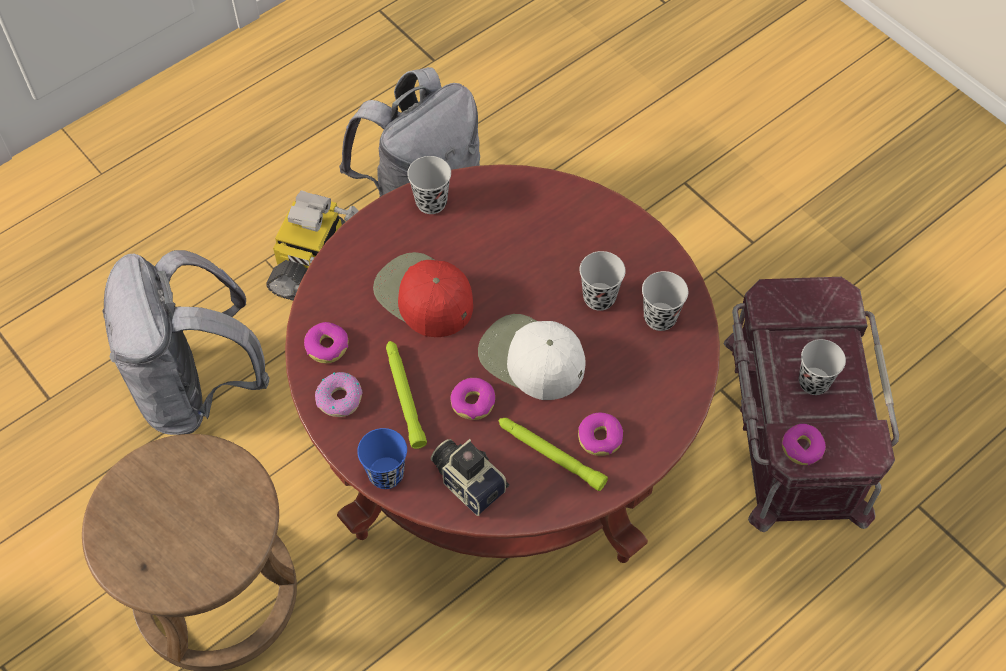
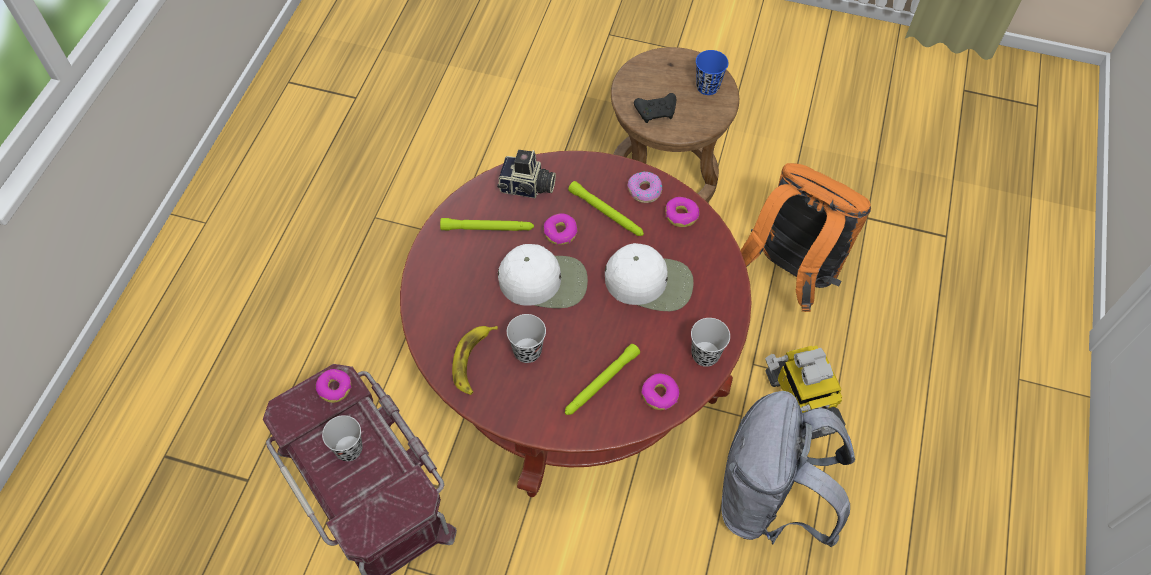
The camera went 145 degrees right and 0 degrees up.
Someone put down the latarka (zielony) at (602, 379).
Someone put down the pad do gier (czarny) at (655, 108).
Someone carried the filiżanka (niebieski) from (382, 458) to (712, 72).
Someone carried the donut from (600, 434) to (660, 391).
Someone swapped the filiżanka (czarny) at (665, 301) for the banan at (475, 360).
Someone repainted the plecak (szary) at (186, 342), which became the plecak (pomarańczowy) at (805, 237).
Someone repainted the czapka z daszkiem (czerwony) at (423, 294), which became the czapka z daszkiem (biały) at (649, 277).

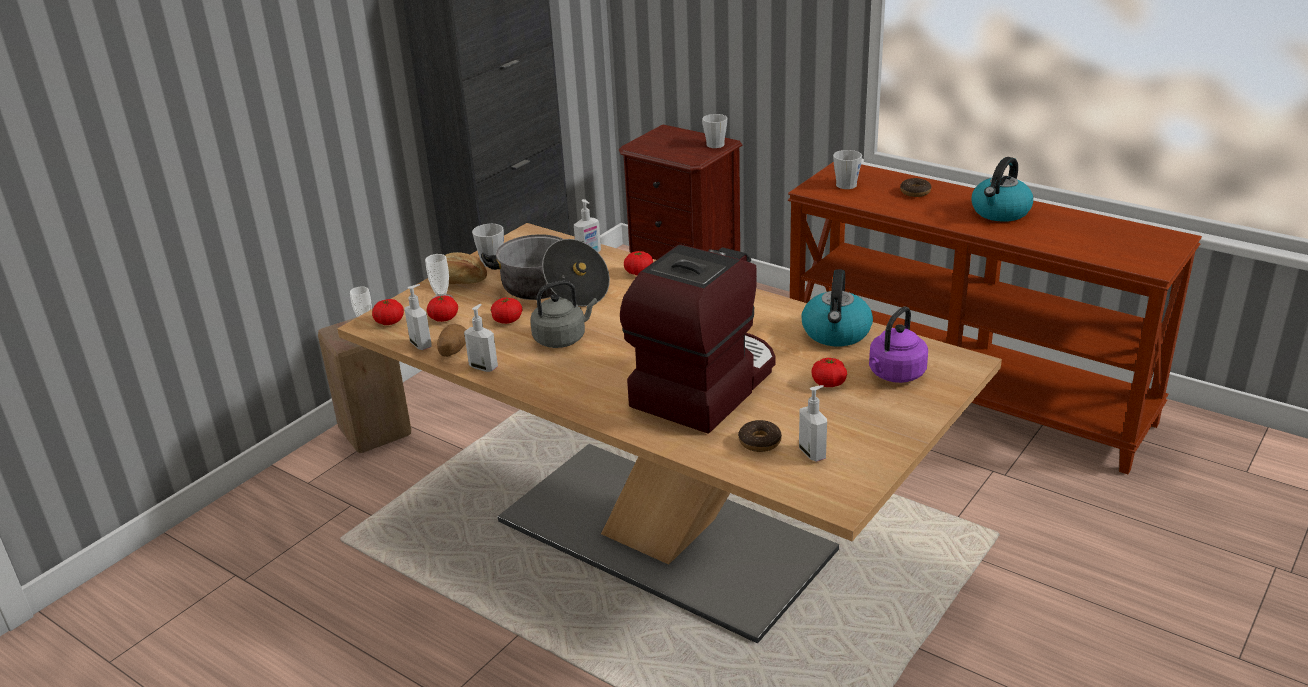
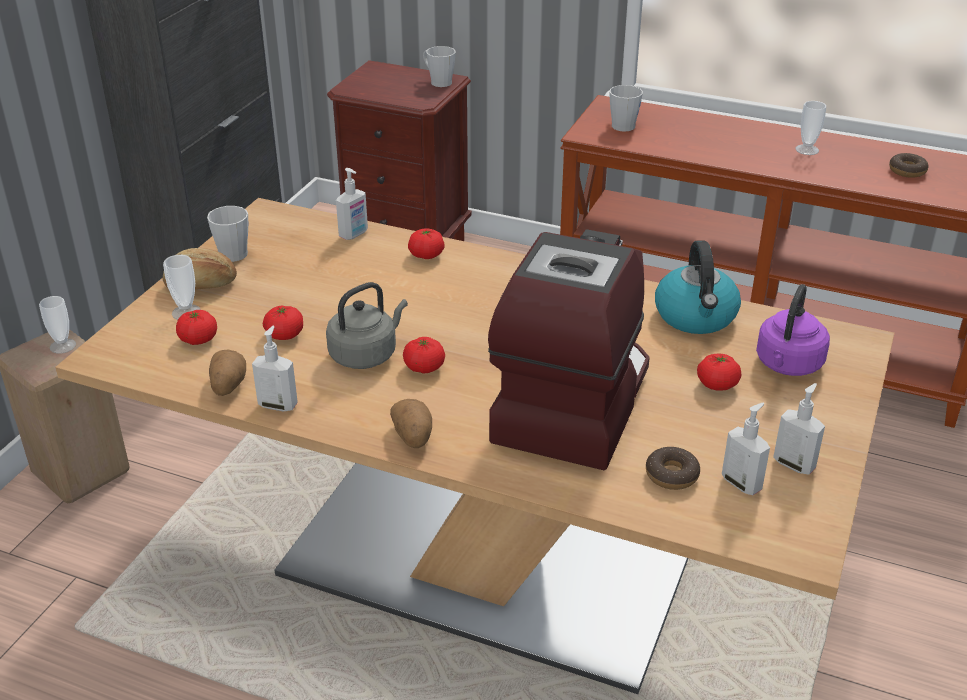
The camera went 15 degrees left and 5 degrees up.
Someone took away the garnek at (545, 270).
Someone put down the ziemniak at (411, 423).
Someone carried the pomidor from (388, 312) to (424, 355).
Someone carried the dozownik mydła from (418, 317) to (799, 429).
Someone carried the donut from (915, 187) to (909, 165).
Someone swapped the czajnik at (1002, 189) for the filiżanka at (811, 128).

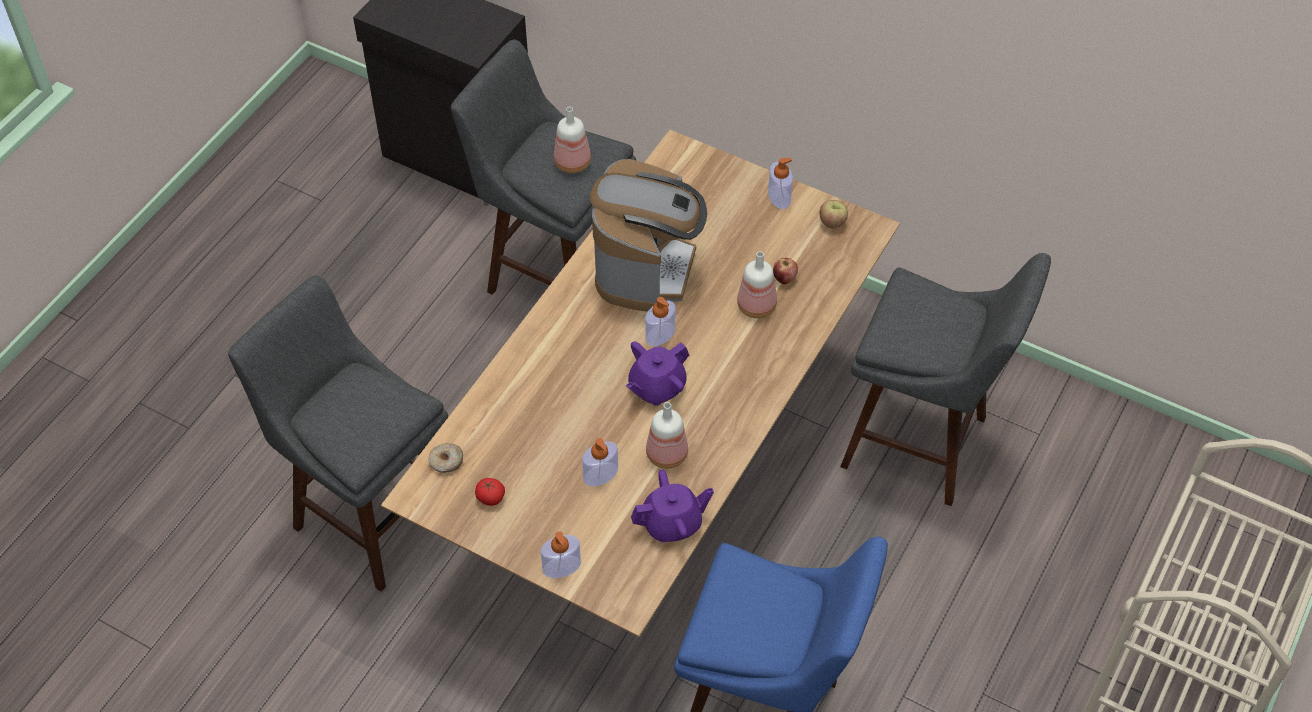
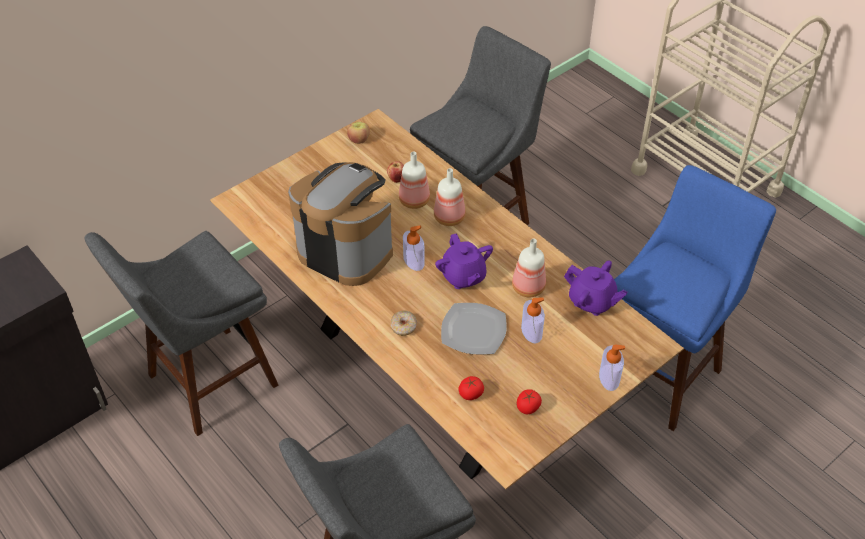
The camera went 70 degrees left and 5 degrees down.
Someone took away the dozownik mydła at (780, 183).
Someone put down the talerz at (474, 329).
Someone put down the pomidor at (471, 388).
Someone carried the donut from (445, 458) to (404, 323).
Someone carried the butelka from (572, 140) to (450, 197).
Someone rotated the imbryk (fioletowy) at (672, 506) by 120 degrees clockwise.

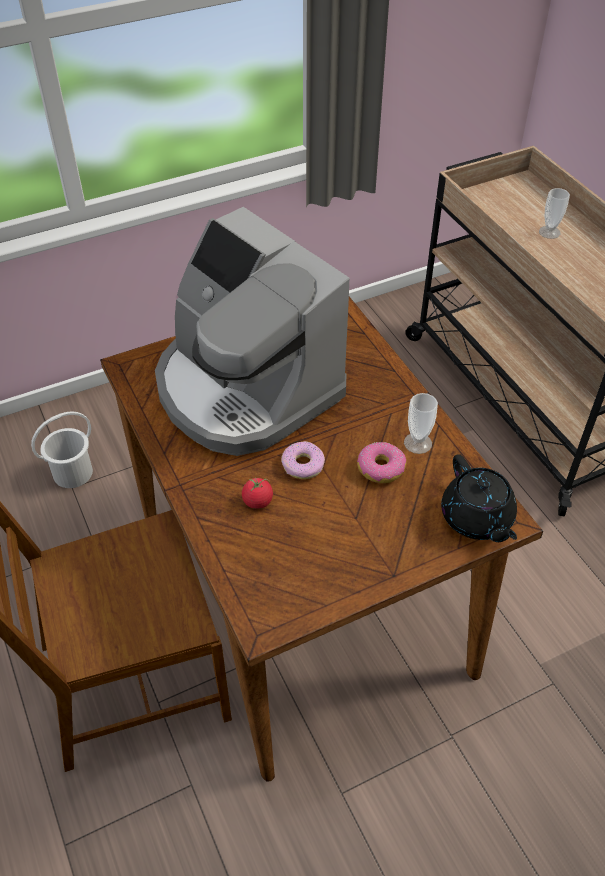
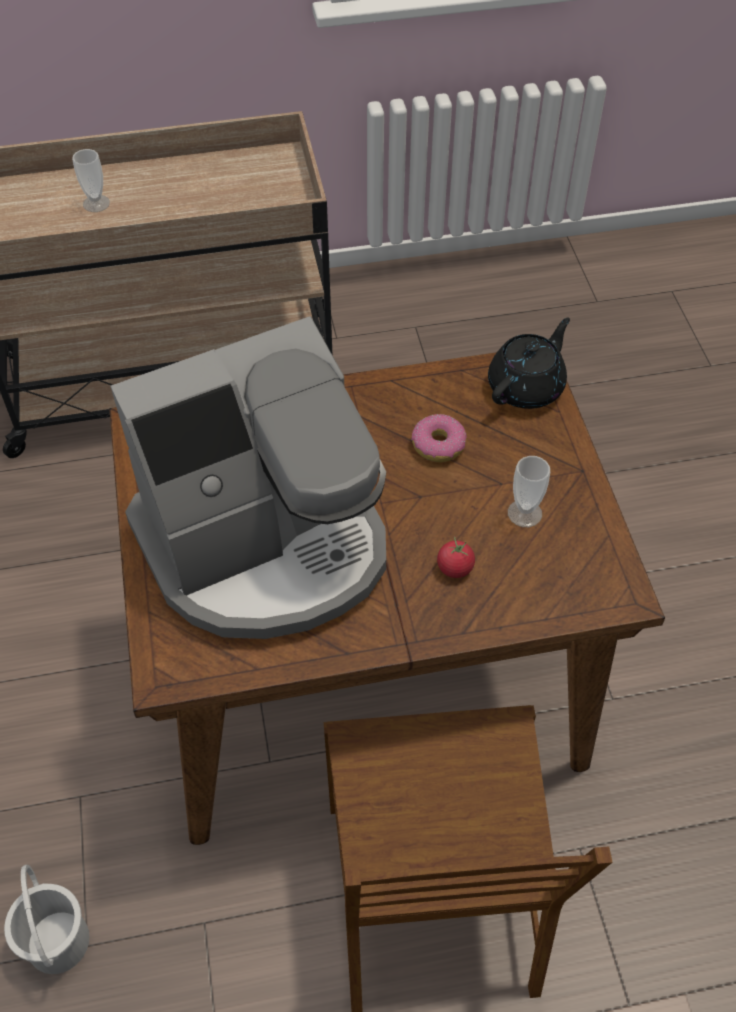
The camera went 75 degrees left and 5 degrees up.
Someone took away the donut at (303, 460).
Someone carried the filiżanka from (421, 423) to (529, 491).
Someone rotated the imbryk (czarny) at (479, 498) by 45 degrees counterclockwise.

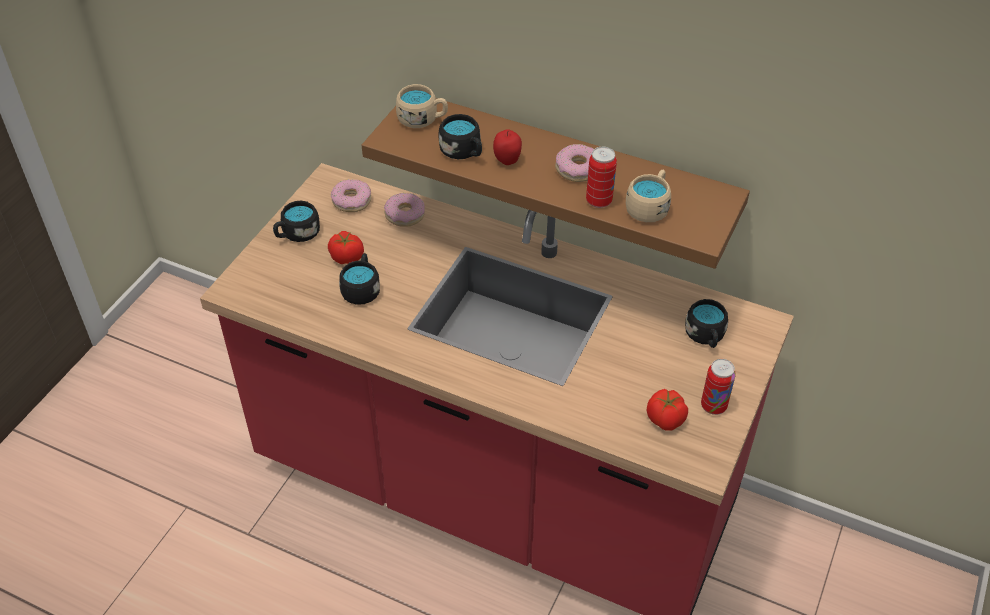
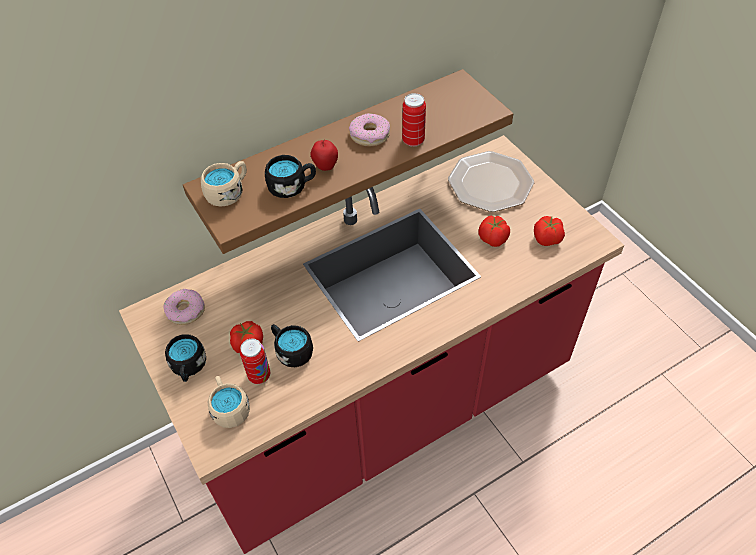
The camera went 55 degrees left and 5 degrees up.
Someone took away the donut at (404, 210).
Someone put down the pomidor at (494, 231).
Someone carried the kubek (beżowy) from (648, 196) to (229, 402).
Someone carried the puszka from (718, 387) to (255, 361).
Someone swapped the kubek (czarny) at (706, 323) for the talerz at (491, 181).

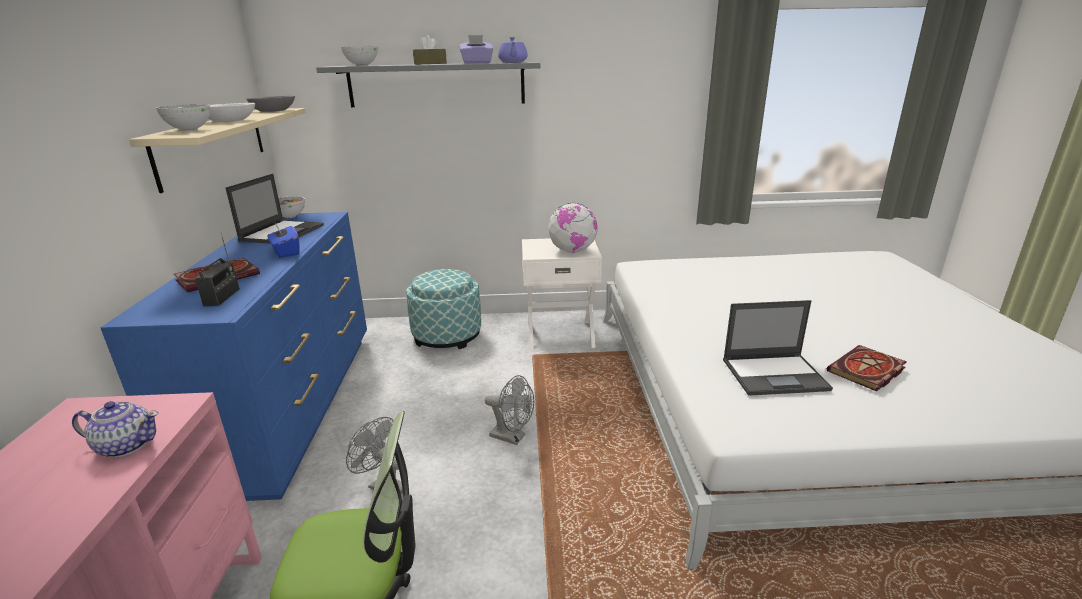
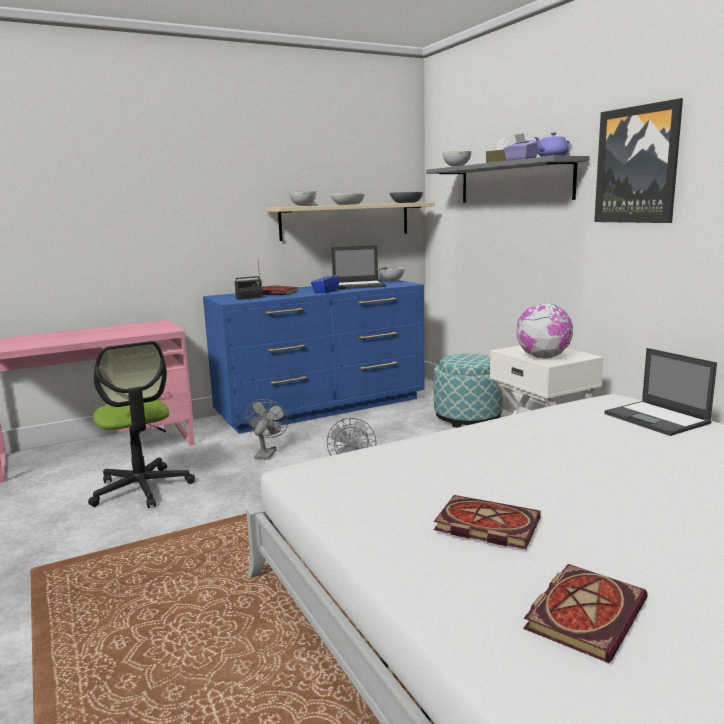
The camera went 65 degrees right and 10 degrees down.
Someone took away the imbryk at (115, 429).
Someone put down the książka at (585, 613).
Someone put up the obraz at (638, 160).
Someone carried the laptop from (778, 348) to (660, 392).

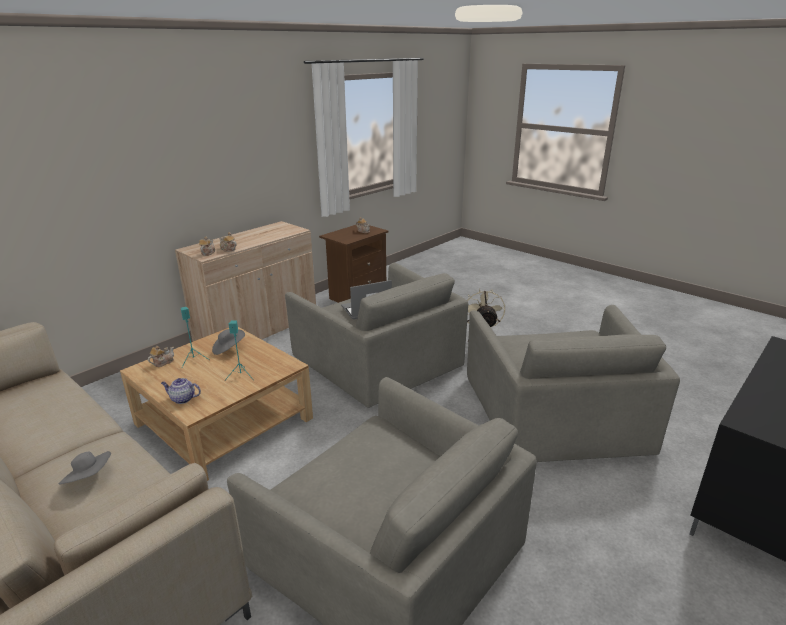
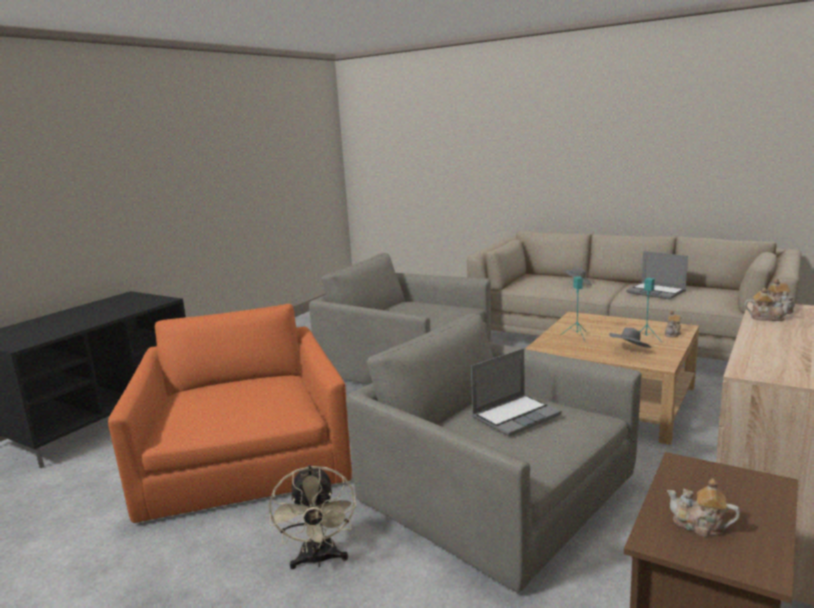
The camera went 170 degrees right and 10 degrees down.
Someone took away the imbryk at (181, 391).
Someone put down the laptop at (657, 275).
Someone repainted the fotel (szary) at (573, 383), which became the fotel (pomarańczowy) at (230, 413).

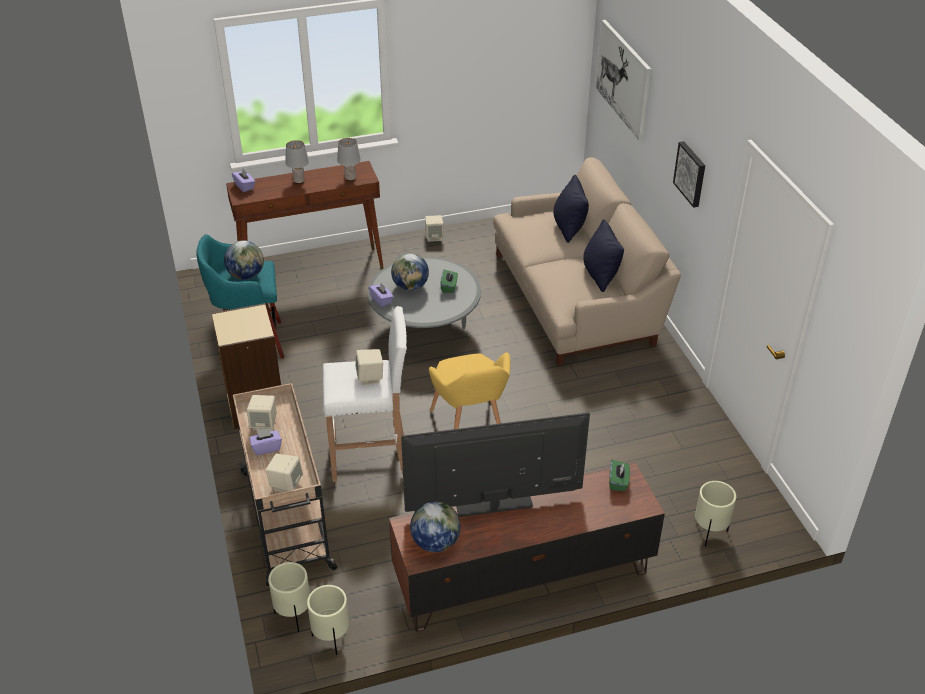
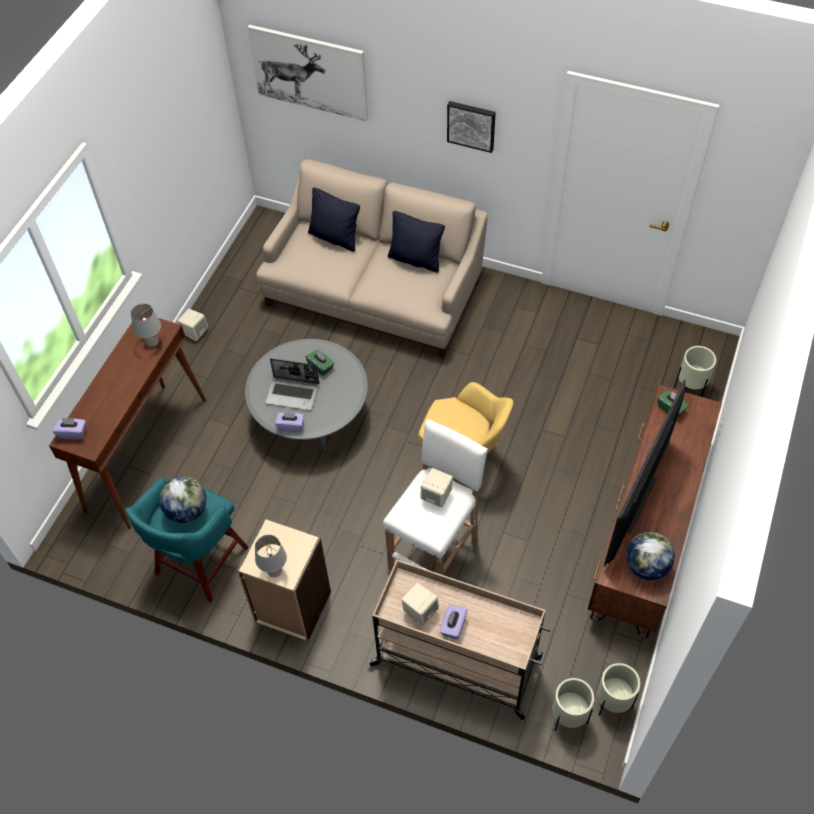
The camera went 50 degrees left and 15 degrees up.
Someone took away the głośnik (beżowy) at (284, 473).
Someone carried the lampa stołowa (szary) from (297, 162) to (271, 556).
Someone swapped the globus at (410, 272) for the laptop at (292, 384).

